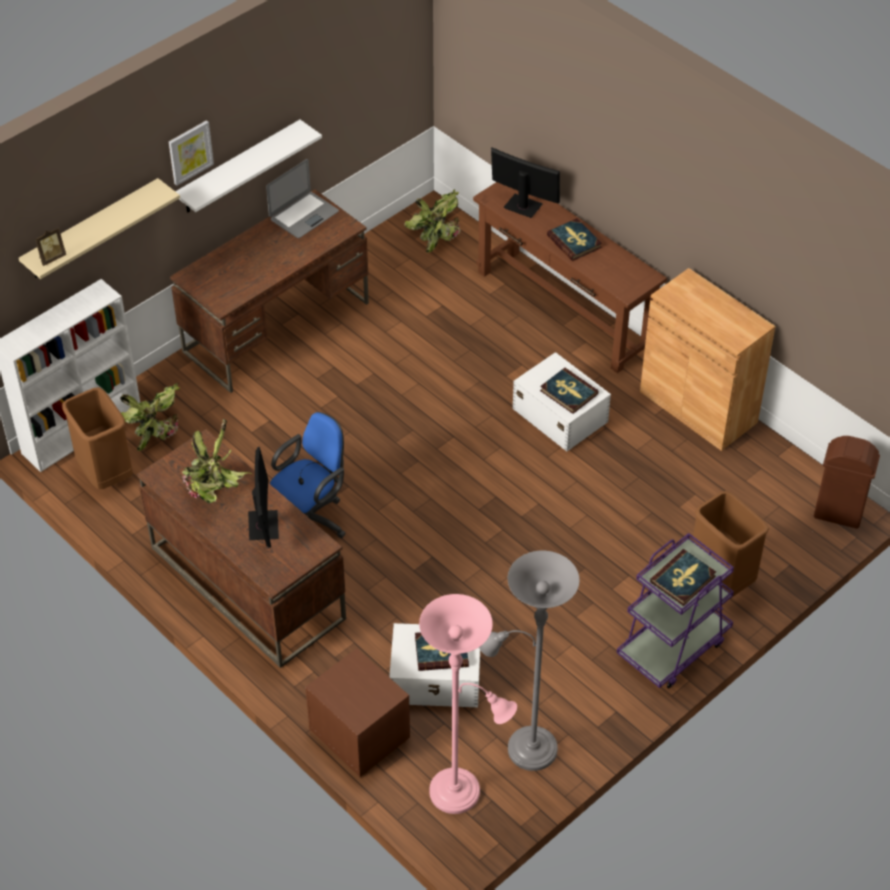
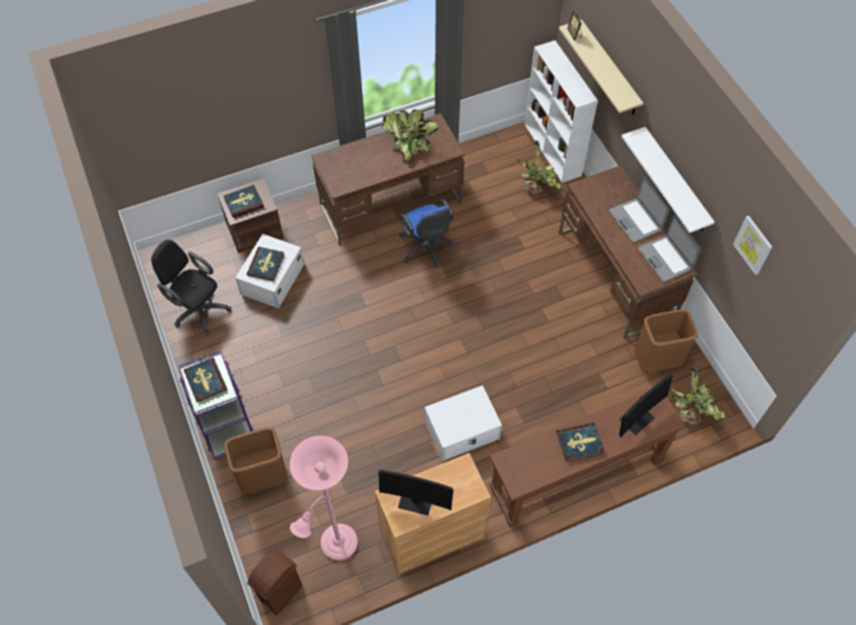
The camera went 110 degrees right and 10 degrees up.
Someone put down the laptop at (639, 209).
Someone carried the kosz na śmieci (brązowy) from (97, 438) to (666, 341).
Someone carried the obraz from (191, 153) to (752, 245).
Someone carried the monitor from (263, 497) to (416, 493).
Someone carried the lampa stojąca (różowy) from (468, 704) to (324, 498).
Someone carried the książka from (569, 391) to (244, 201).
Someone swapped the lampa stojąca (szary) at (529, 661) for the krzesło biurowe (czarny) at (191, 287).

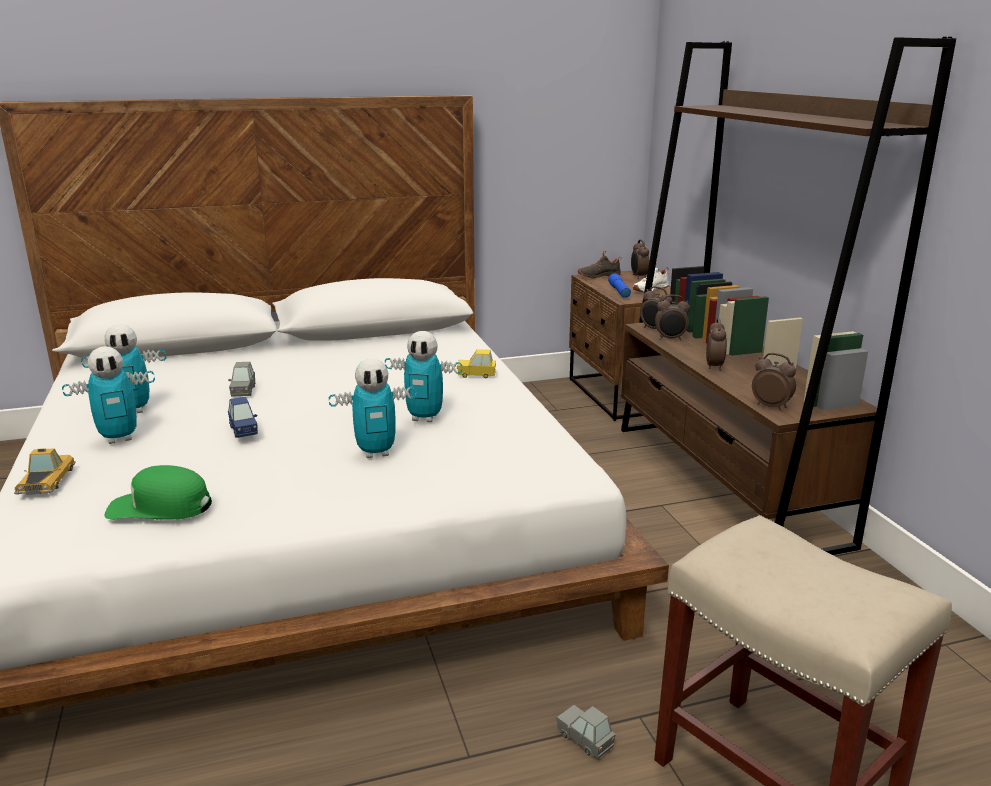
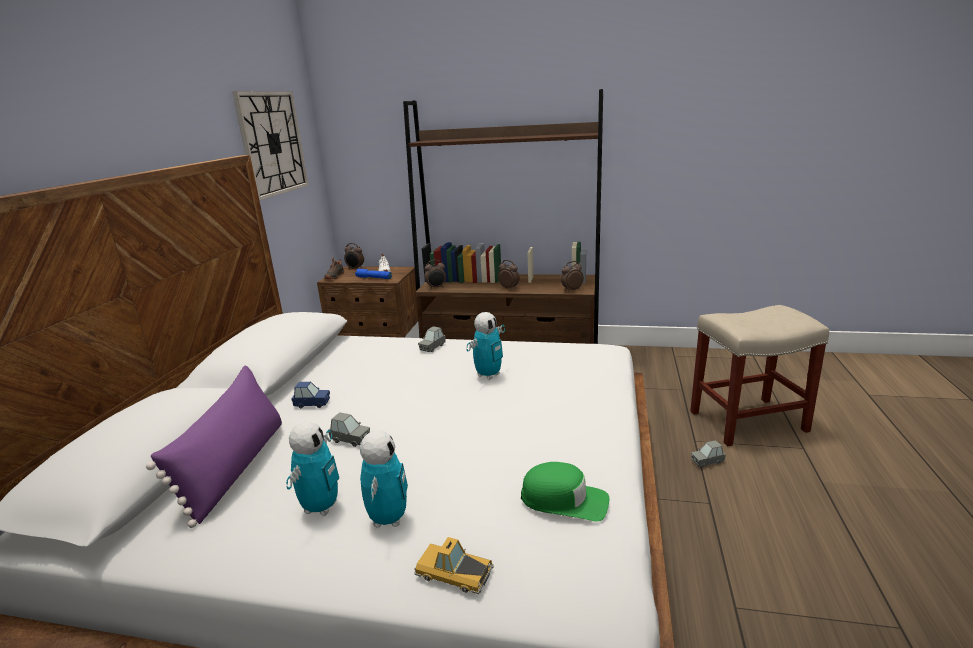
The camera went 60 degrees left and 0 degrees up.
Someone took away the robot zabawkowy at (373, 408).
Someone took away the budzik at (672, 318).
Someone put down the poduszka (fioletowy) at (214, 447).
Someone put up the zegar ścienny at (270, 146).
Someone carried the samochodzik (niebieski) from (243, 417) to (310, 395).
Someone repainted the samochodzik (żółty) at (476, 363), which became the samochodzik (szary) at (432, 339).
Someone rotated the czapka z daszkiem (zielony) at (158, 492) by 105 degrees counterclockwise.

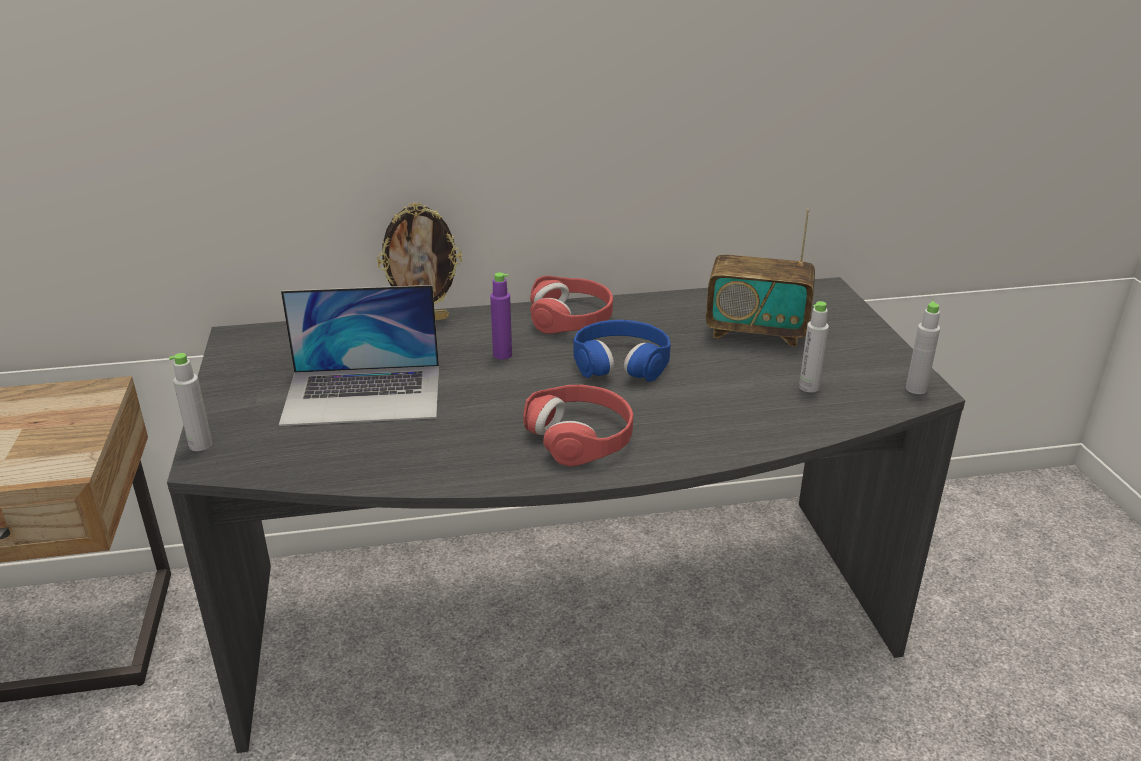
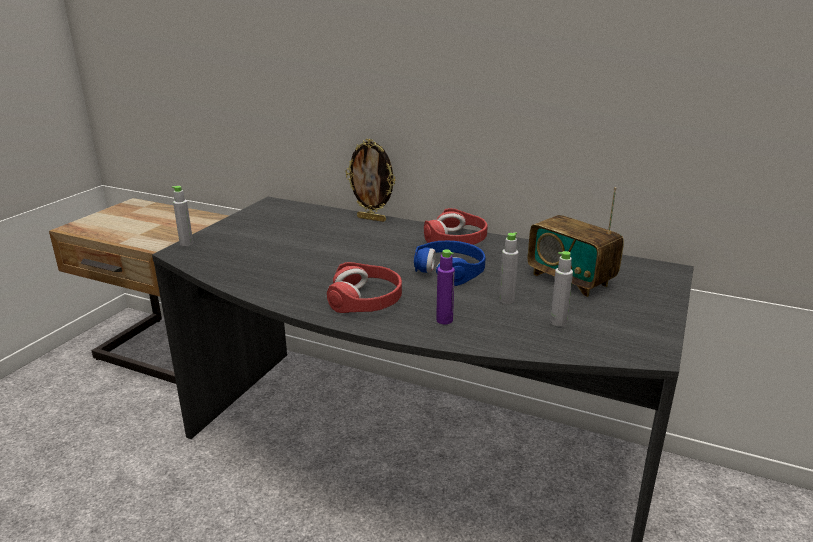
The camera went 35 degrees right and 5 degrees down.
Someone took away the laptop at (359, 355).
Someone carried the butelka (fioletowy) from (501, 316) to (445, 286).
Someone carried the butelka (szary) from (923, 347) to (509, 268).

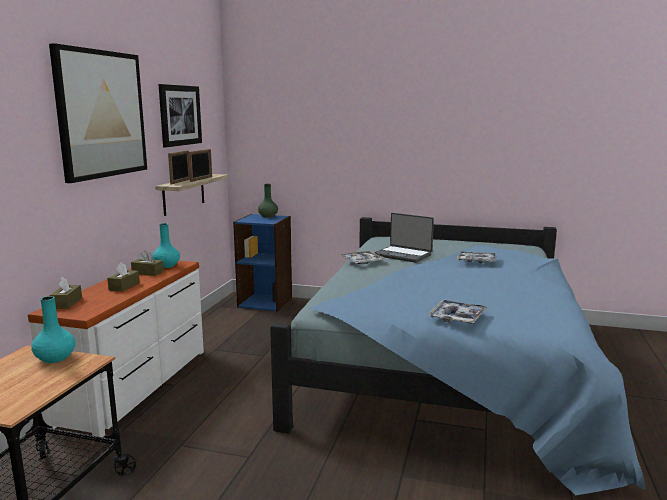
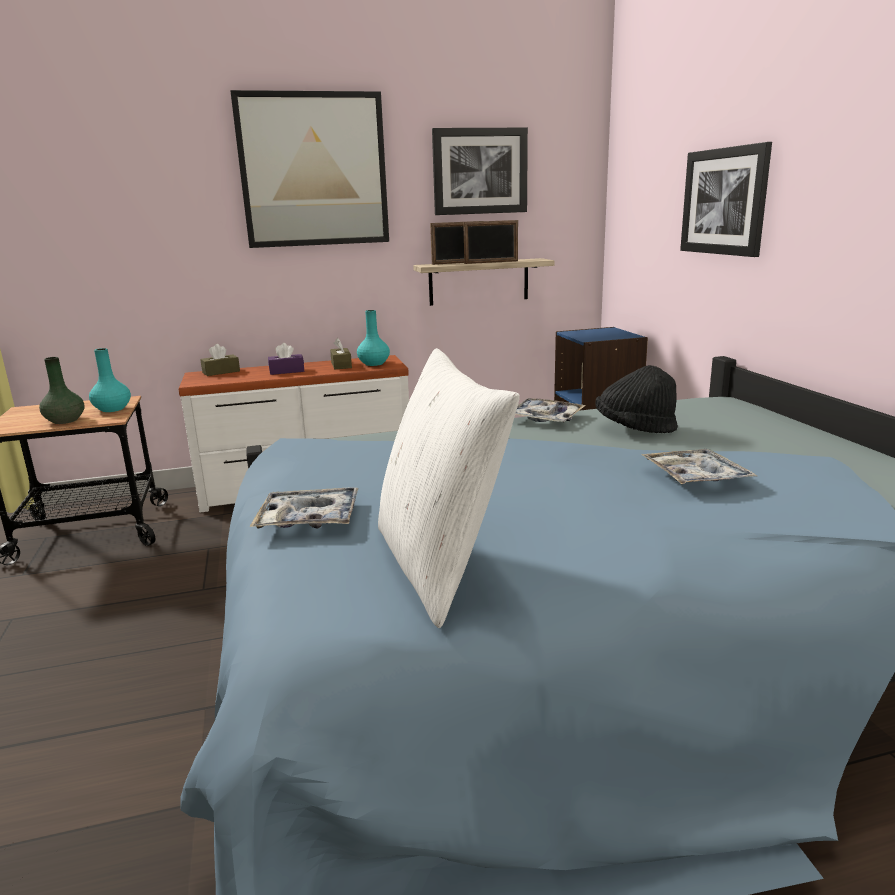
The camera went 60 degrees right and 5 degrees up.
Someone put down the poduszka (biały) at (449, 488).
Someone put up the obraz at (726, 199).
Someone carried the wazon (zielony) from (268, 201) to (61, 390).
Someone swapped the laptop at (403, 238) for the kapelusz (czarny) at (636, 399).
Someone repainted the pudełko chusteczek (brązowy) at (123, 277), which became the pudełko chusteczek (fioletowy) at (286, 359).

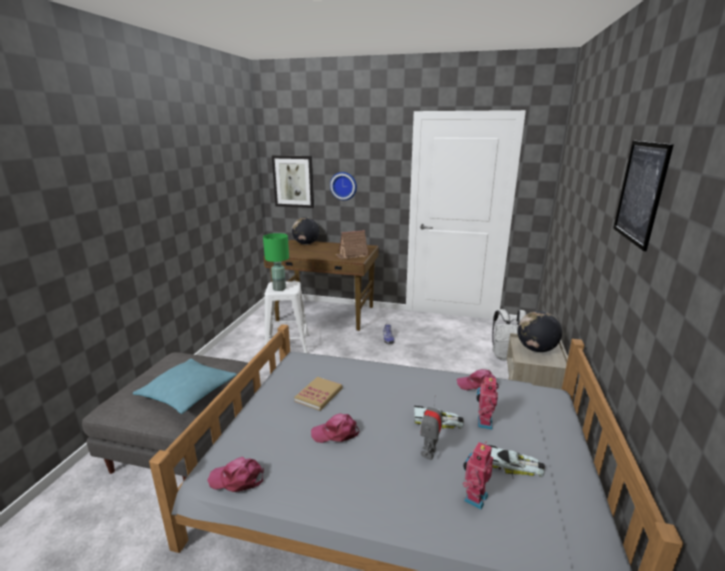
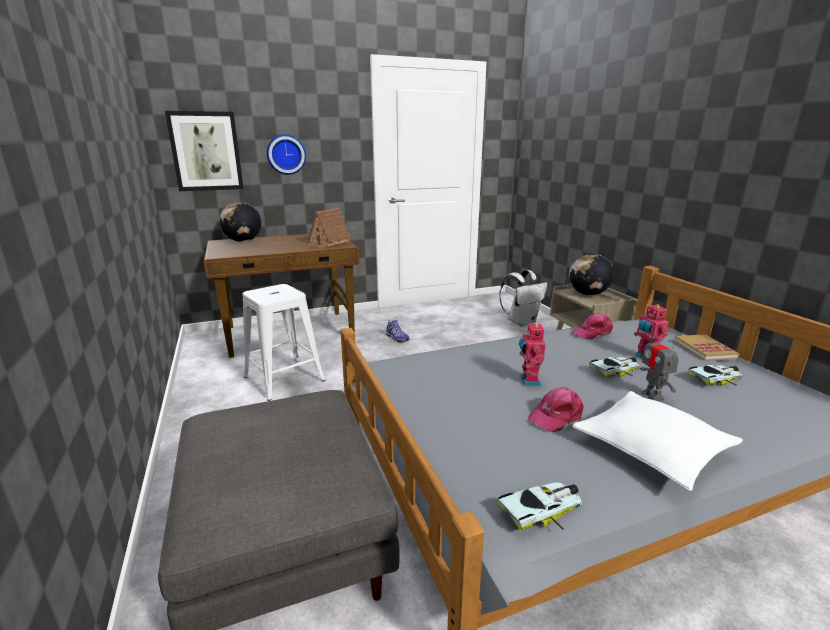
The camera went 35 degrees left and 0 degrees up.
Someone took away the poduszka (turkusowy) at (185, 386).
Someone took away the lampa stołowa (zielony) at (276, 262).
Someone took away the obraz at (643, 196).
Someone put down the poduszka (biały) at (657, 441).
Someone carried the książka from (318, 394) to (706, 347).
Someone carried the robot zabawkowy from (478, 476) to (532, 353).
Someone swapped the czapka z daszkiem (różowy) at (235, 474) for the samochodzik at (539, 506).

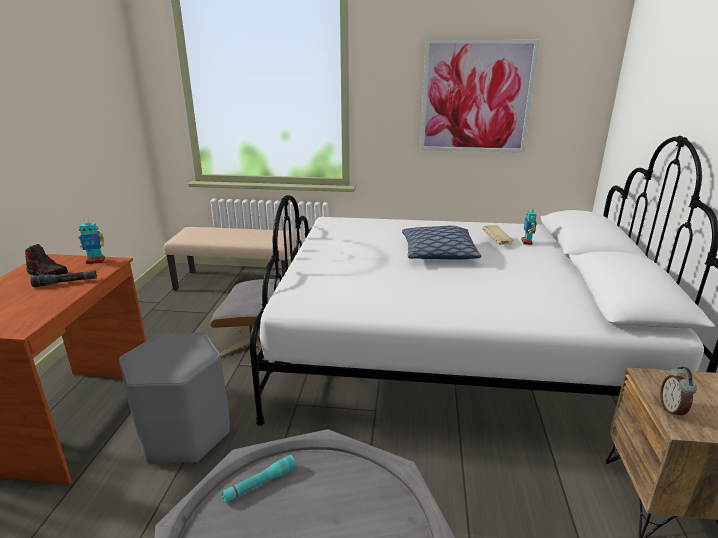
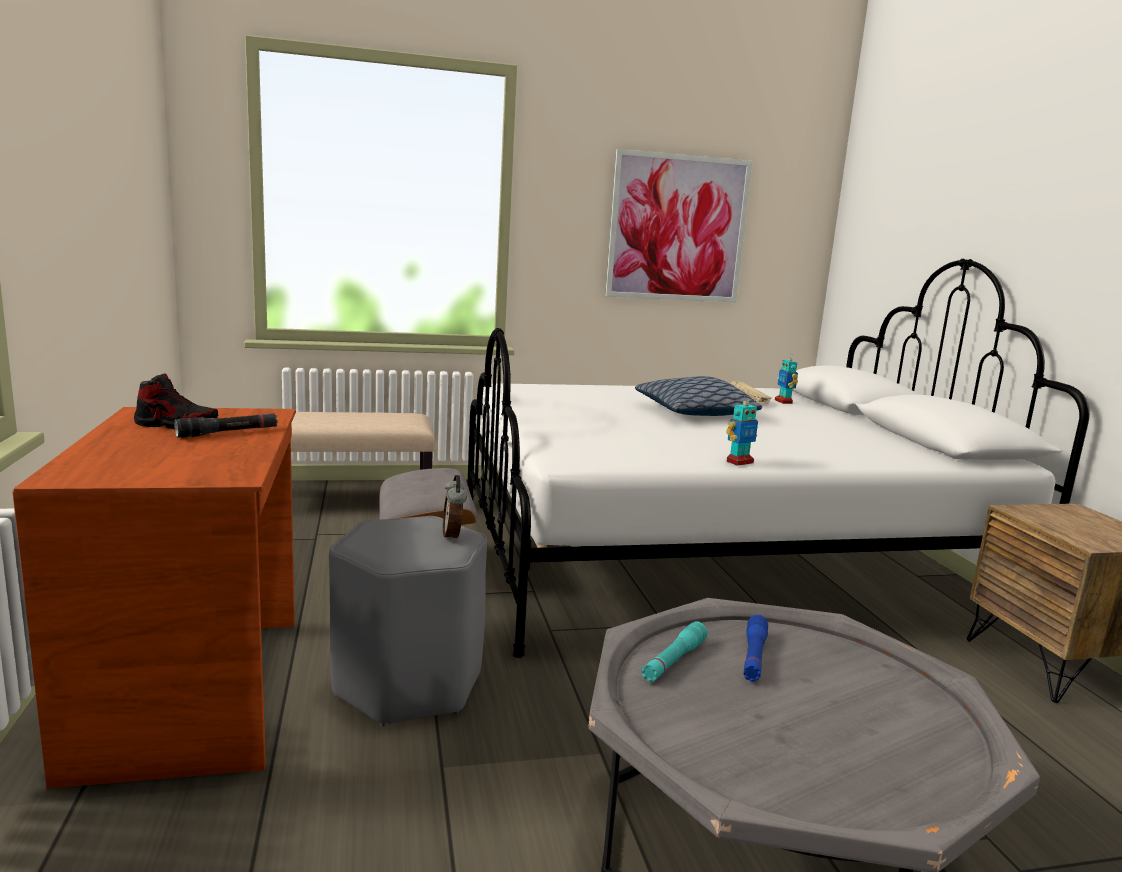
The camera went 20 degrees left and 10 degrees down.
Someone put down the latarka (niebieski) at (756, 648).
Someone carried the robot zabawkowy from (91, 240) to (742, 430).
Someone carried the budzik from (678, 392) to (455, 508).

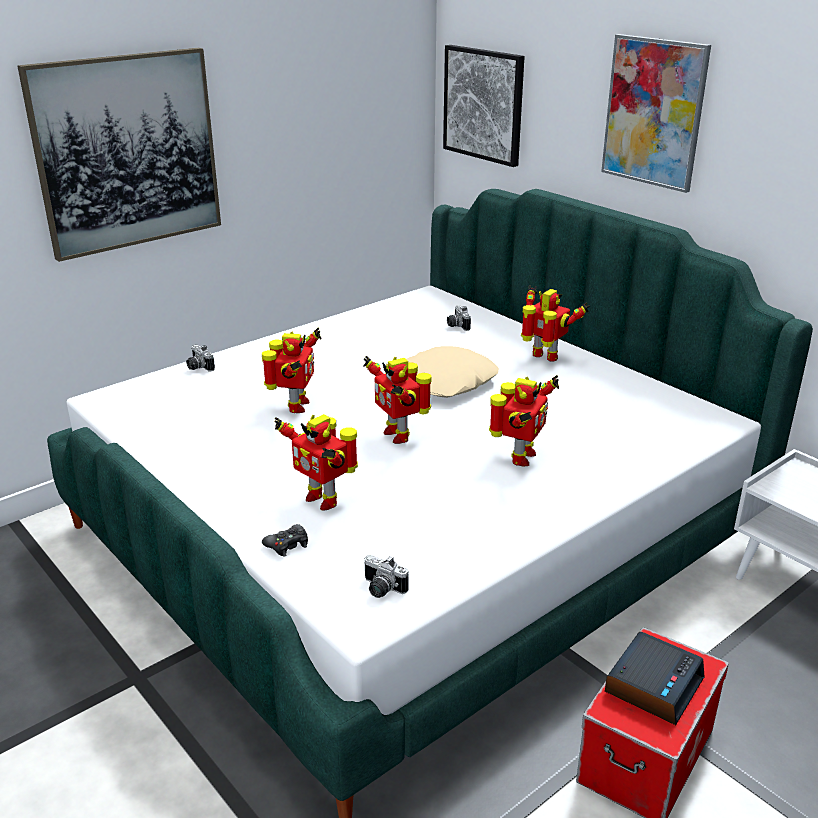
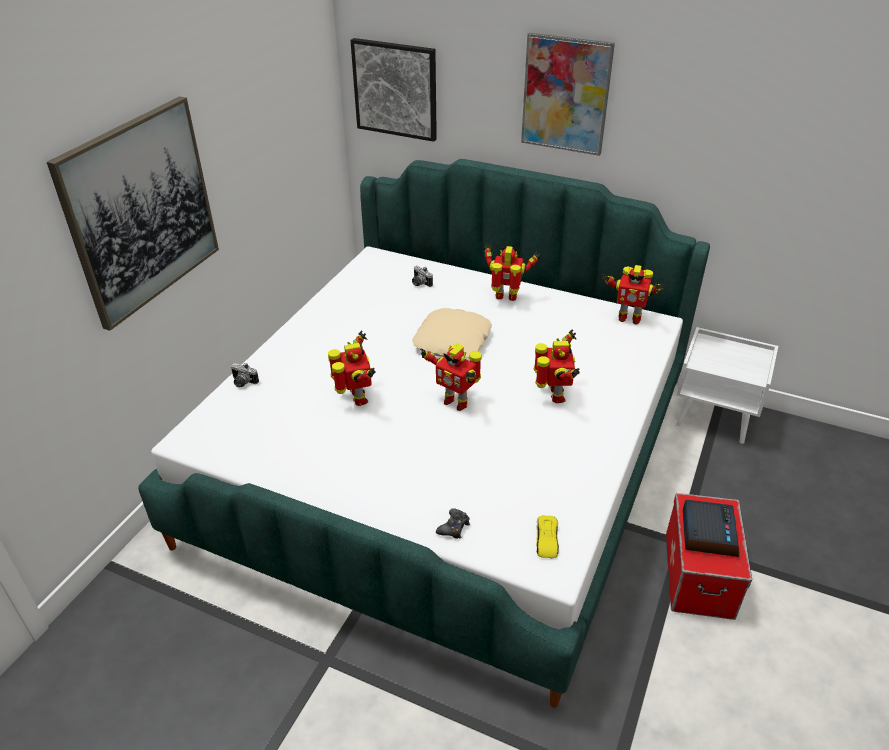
The camera went 25 degrees left and 10 degrees up.
Someone carried the robot zabawkowy from (316, 462) to (633, 294).
Someone swapped the aparat fotograficzny at (386, 576) for the samochodzik (żółty) at (548, 536).

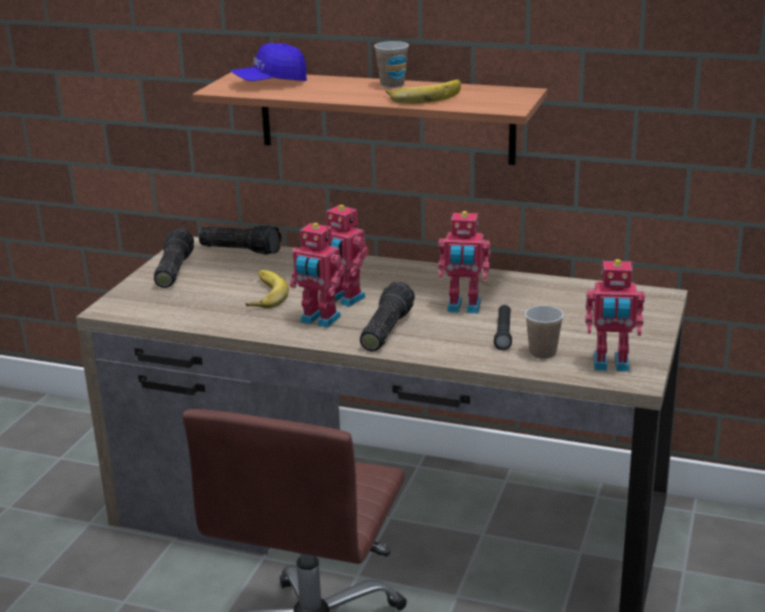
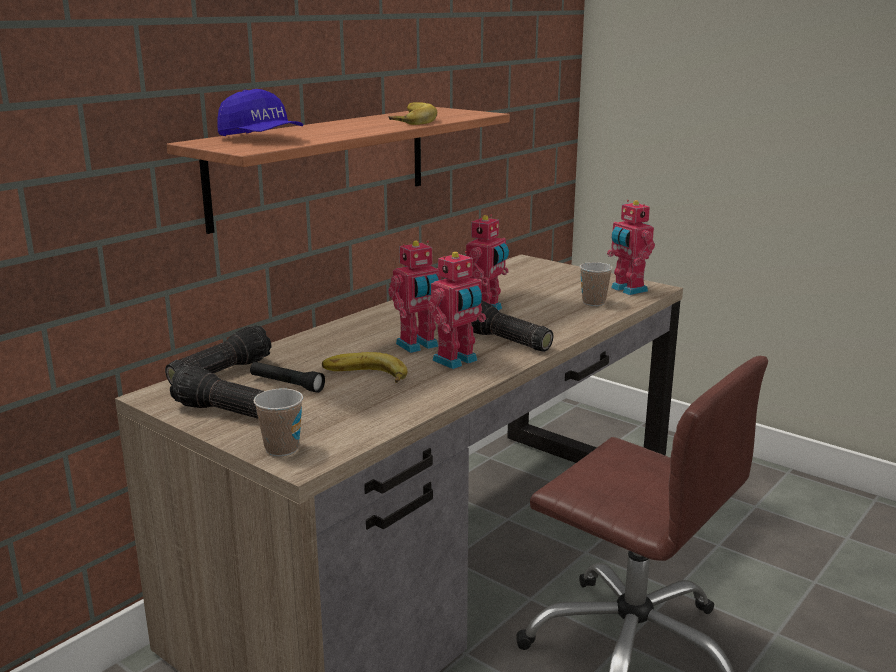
The camera went 70 degrees left and 5 degrees down.
Someone carried the filiżanka from (391, 64) to (278, 422).
Someone carried the latarka (czarny) from (503, 327) to (287, 377).
Someone rotated the czapka z daszkiem (niebieski) at (268, 62) by 45 degrees counterclockwise.
Someone rotated the robot zabawkowy at (615, 315) by 120 degrees clockwise.

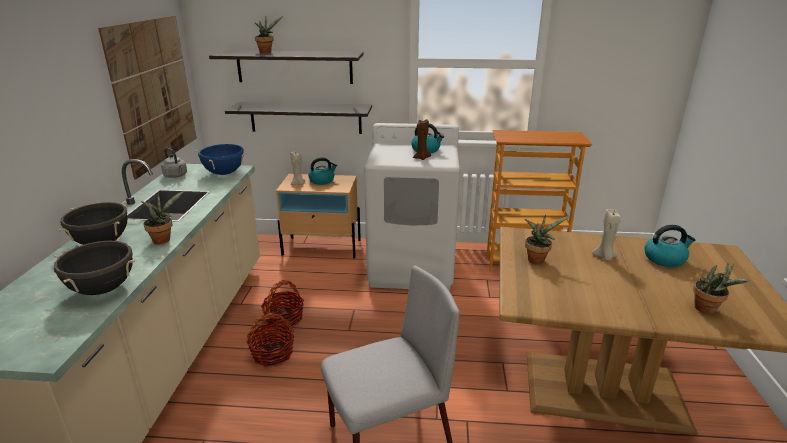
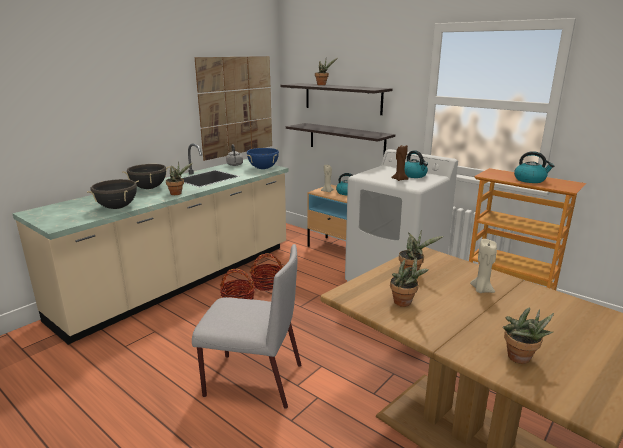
The camera went 35 degrees right and 5 degrees down.
Someone put down the roślina doniczkowa at (409, 282).
Someone carried the czajnik from (670, 246) to (534, 167).

